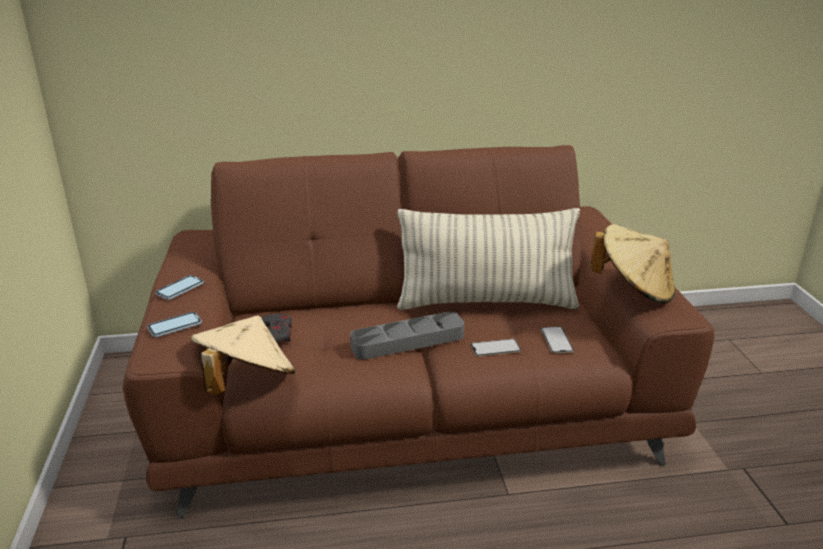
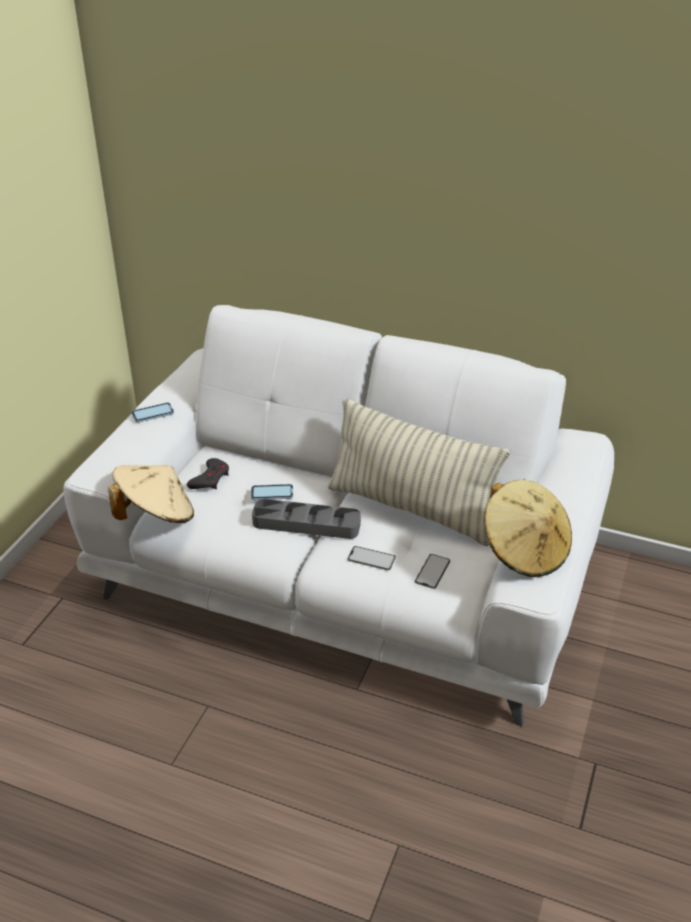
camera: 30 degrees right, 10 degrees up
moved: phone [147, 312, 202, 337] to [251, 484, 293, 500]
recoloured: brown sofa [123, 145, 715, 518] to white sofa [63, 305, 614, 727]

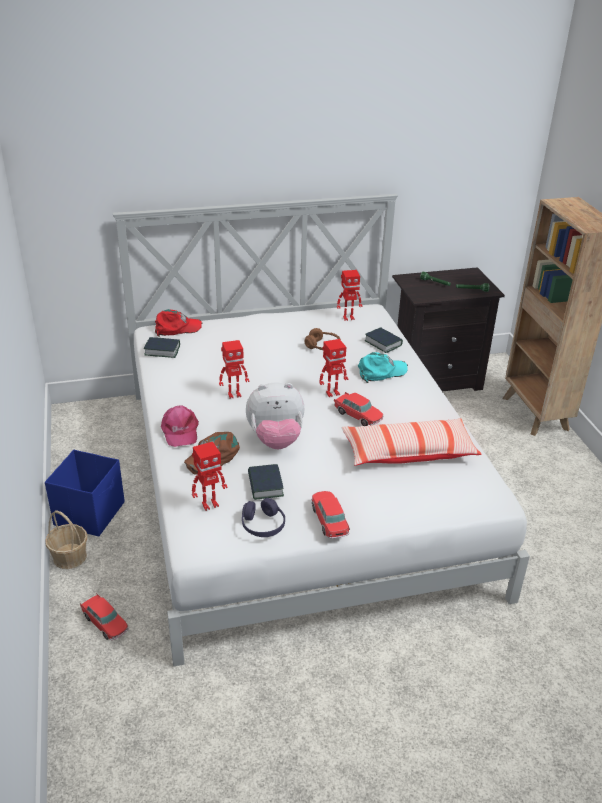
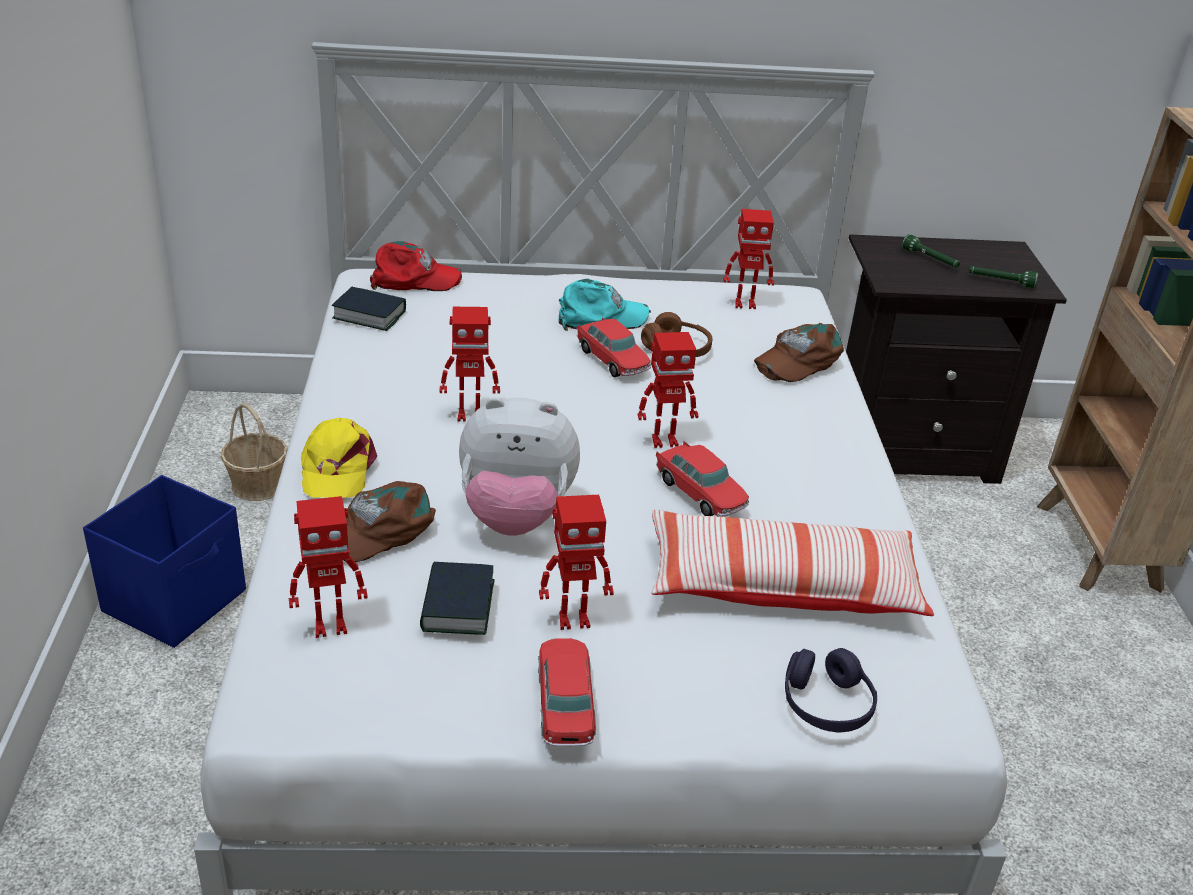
camera: 10 degrees right, 0 degrees up
added: toy robot [539, 495, 614, 630]
moved: basket [45, 510, 88, 569] to [221, 403, 288, 501]; toy car [80, 593, 129, 640] to [577, 318, 651, 377]; purple headphones [242, 498, 285, 537] to [785, 648, 877, 732]; turquoise cap [358, 352, 408, 383] to [558, 279, 651, 331]
replaced: book [364, 327, 403, 353] to brown cap [754, 323, 844, 382]
recoloured: pink cap [161, 406, 199, 447] to yellow cap [301, 418, 377, 498]

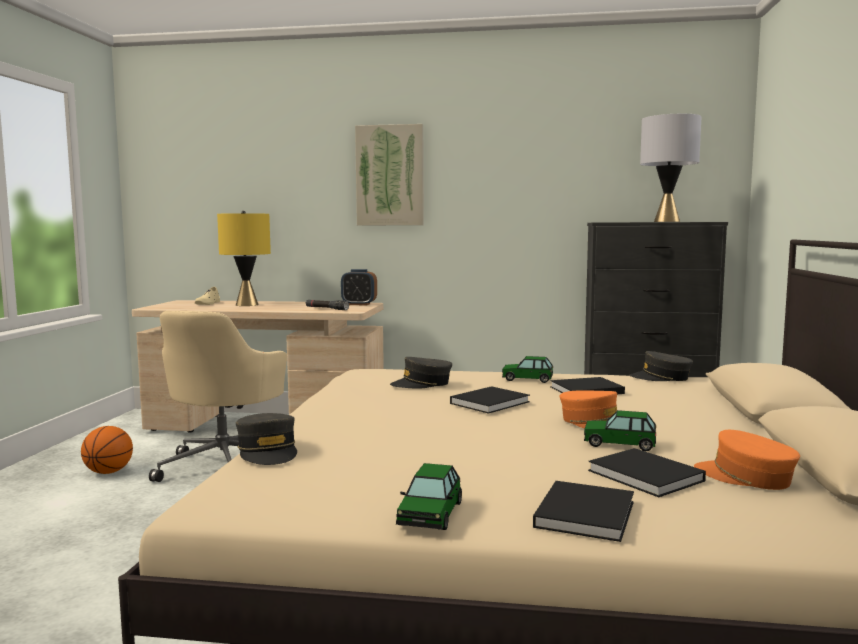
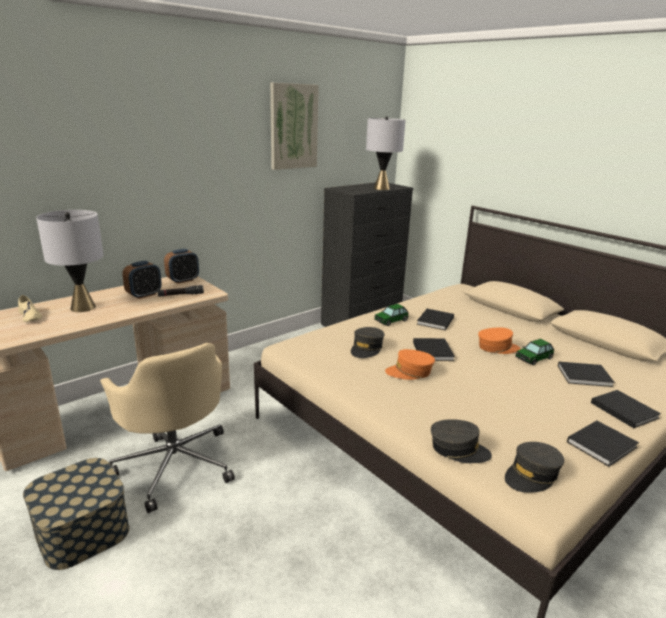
camera: 50 degrees left, 15 degrees up
added: alarm clock [122, 260, 162, 299]
moved: picture [355, 124, 424, 225] to [270, 83, 319, 170]; grey cap [630, 351, 693, 381] to [505, 442, 564, 493]; orange cap [694, 430, 800, 490] to [385, 349, 435, 380]
replaced: basketball [81, 426, 133, 474] to storage box [23, 458, 129, 570]; toy car [396, 463, 462, 530] to black book [567, 421, 639, 467]
recoloured: yellow table lamp [217, 211, 271, 306] to grey table lamp [36, 210, 104, 312]

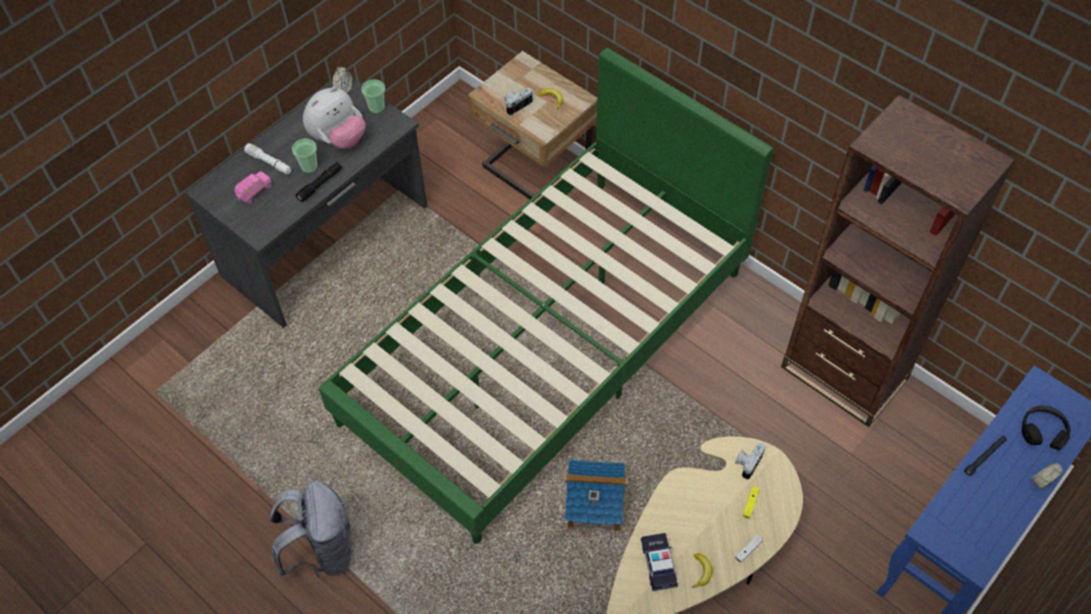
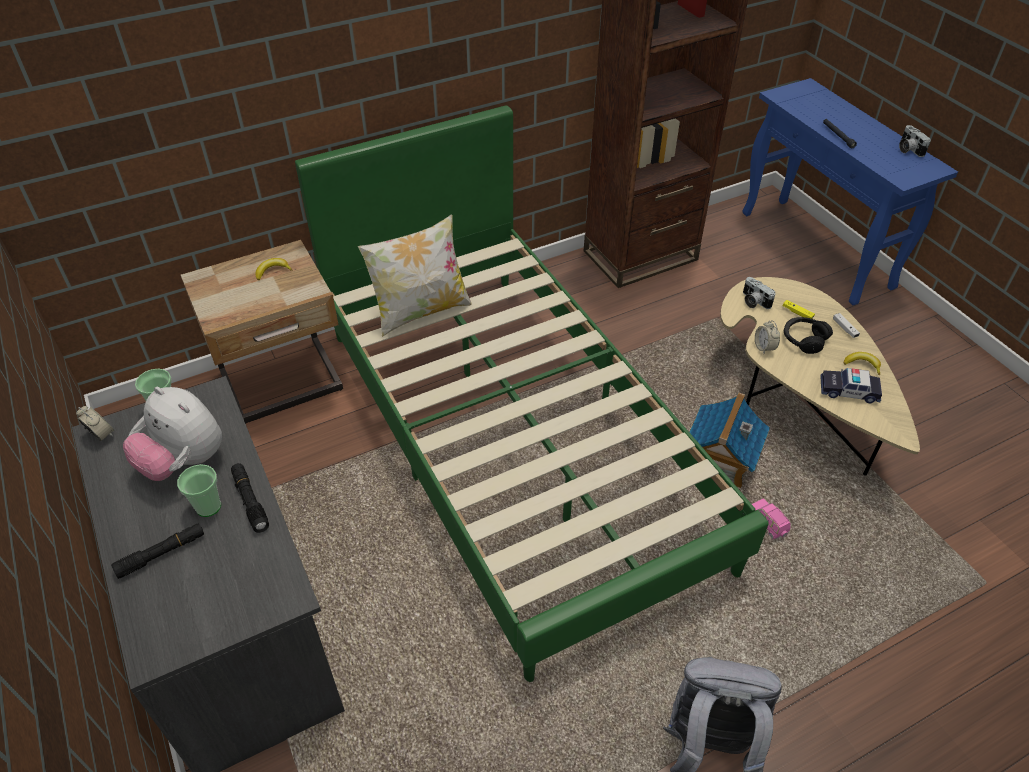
camera: 70 degrees left, 10 degrees down
added: pillow [358, 214, 472, 337]
moved: pink toy car [235, 171, 272, 204] to [752, 499, 791, 539]; photo camera [504, 88, 532, 115] to [899, 125, 931, 157]; black headphones [1022, 405, 1071, 451] to [784, 317, 833, 354]; alarm clock [1031, 463, 1063, 490] to [755, 320, 780, 354]
recoloured: white flashlight [244, 143, 291, 175] to black flashlight [111, 523, 204, 579]
turned: plush toy [303, 86, 366, 149] = [123, 387, 222, 481] 150 degrees clockwise

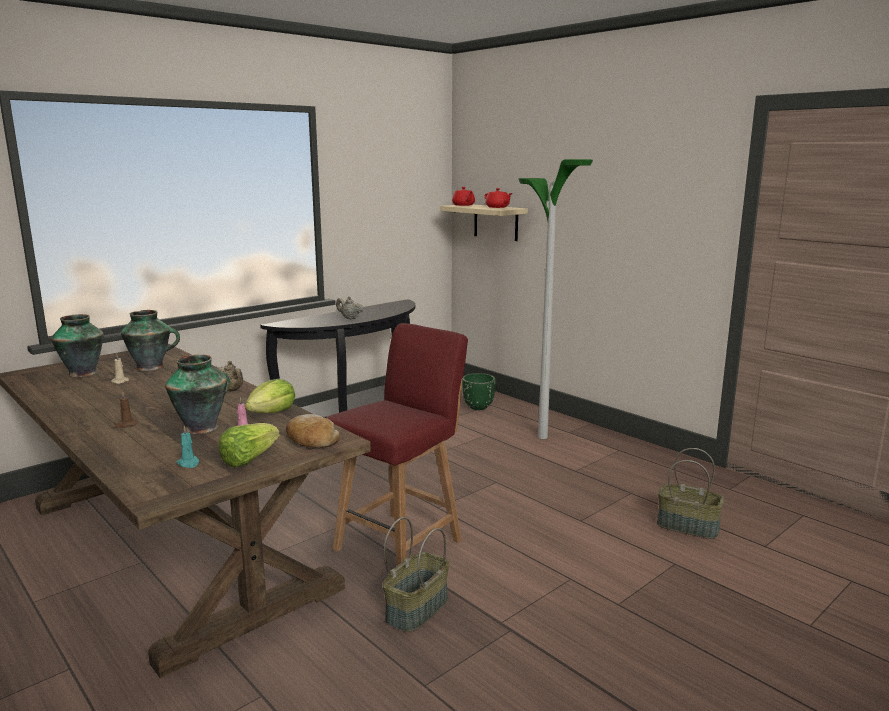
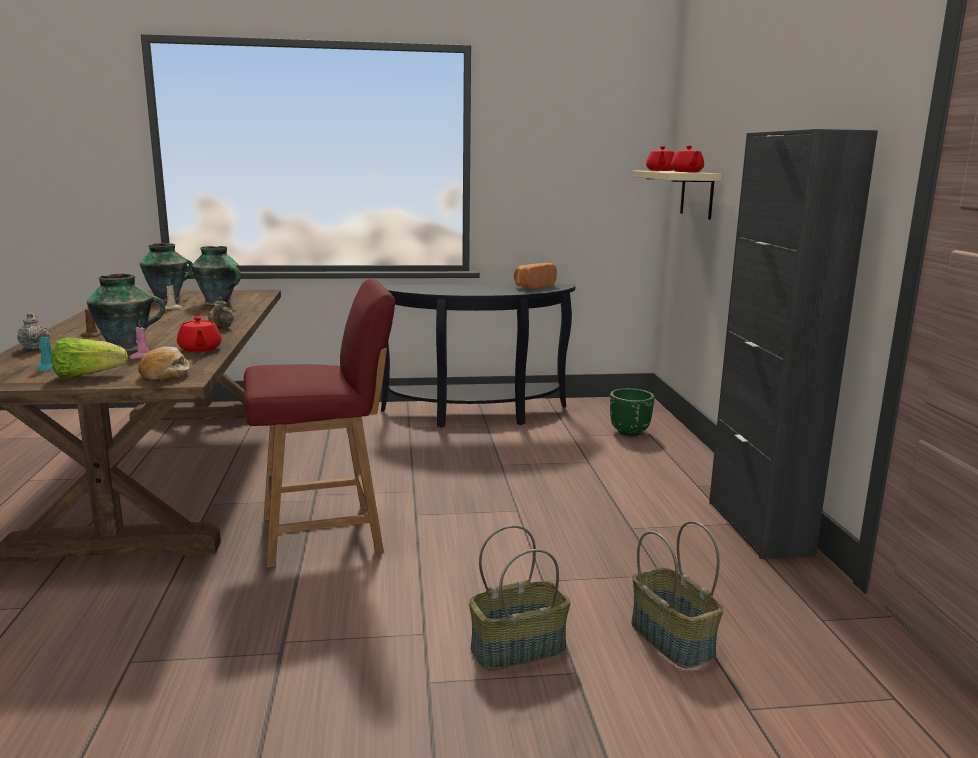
camera: 35 degrees right, 0 degrees up
removed: floor lamp [518, 159, 593, 439]
added: bread [514, 263, 557, 290]; black cabinet [709, 129, 878, 559]
moved: beige teapot [336, 296, 364, 319] to [17, 312, 50, 350]; basket [383, 517, 449, 632] to [469, 525, 571, 670]
replaced: lettuce [245, 379, 295, 413] to red teapot [177, 316, 222, 352]

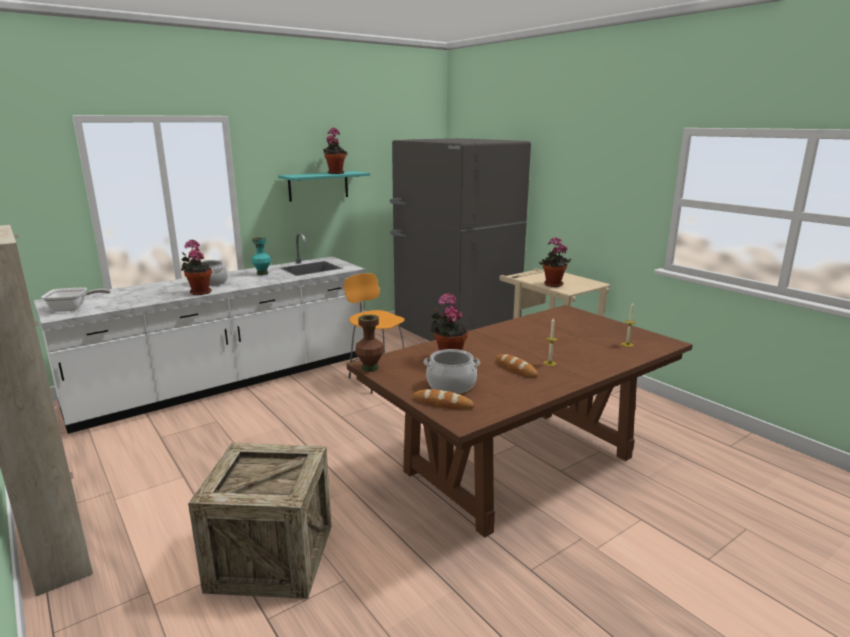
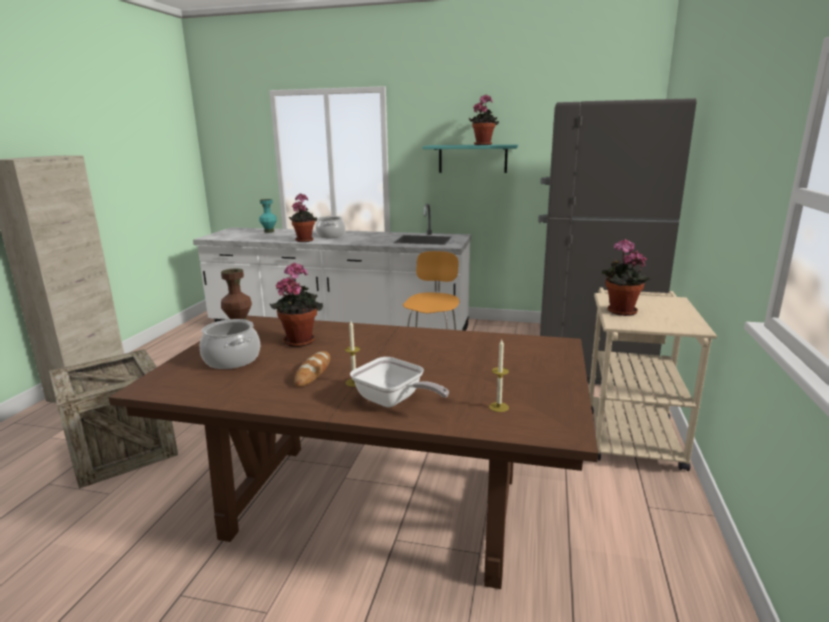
camera: 50 degrees right, 0 degrees up
removed: bread [413, 389, 475, 409]
moved: frying pan [42, 287, 111, 312] to [350, 357, 449, 407]; turquoise vase [252, 237, 271, 275] to [259, 199, 277, 233]

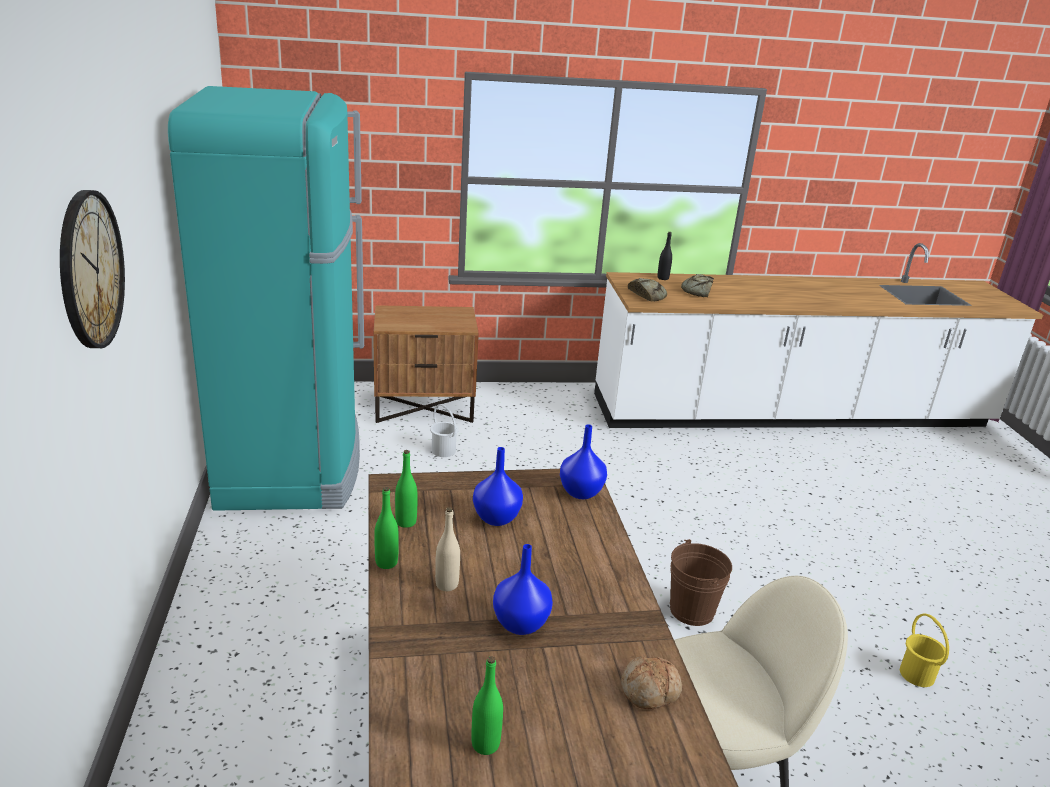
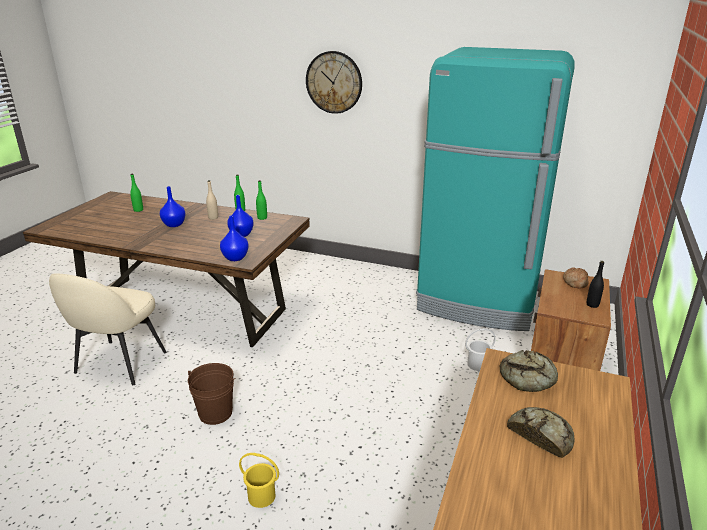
camera: 120 degrees right, 0 degrees up
moved: bread [621, 656, 682, 709] to [563, 267, 589, 288]; black bottle [657, 232, 672, 280] to [587, 261, 604, 308]; yellow bucket [900, 614, 949, 687] to [239, 453, 279, 508]

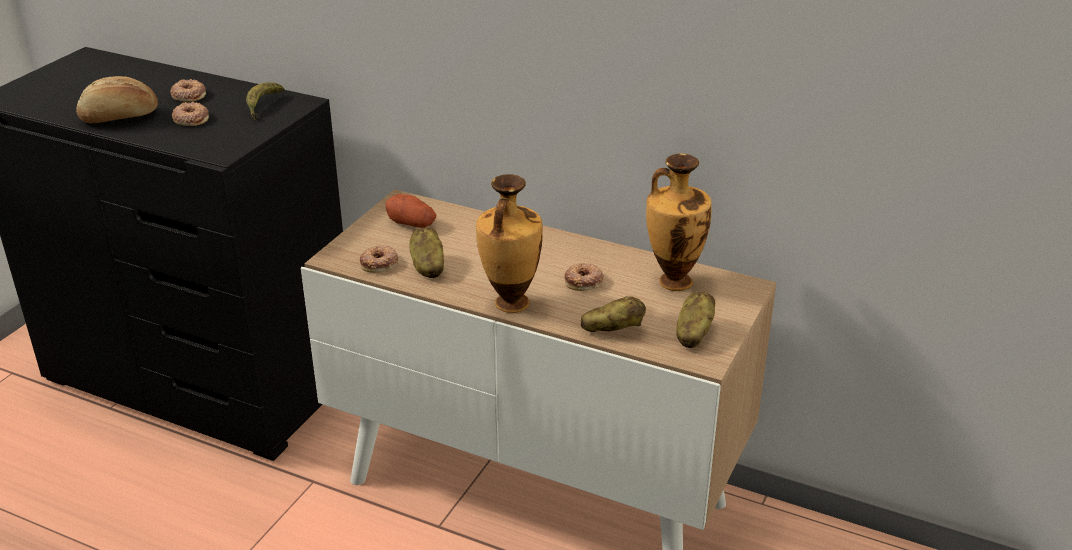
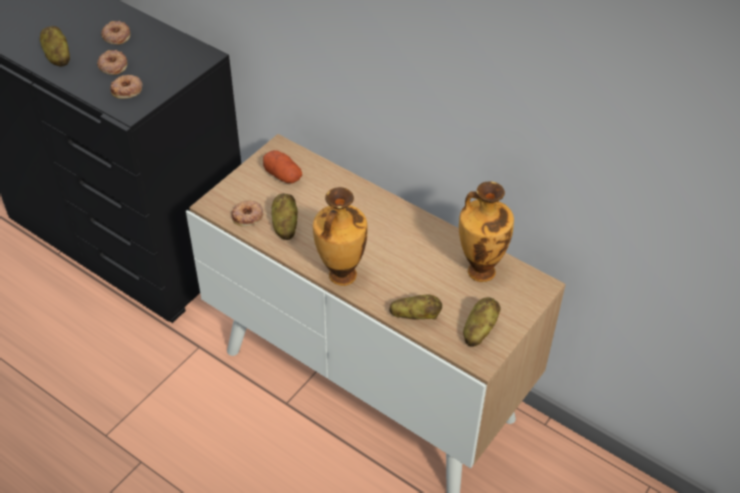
camera: 10 degrees right, 15 degrees up
removed: banana [246, 82, 284, 120]
moved: donut [564, 263, 604, 291] to [110, 75, 142, 99]
replaced: bread [76, 76, 158, 123] to potato [40, 26, 70, 67]

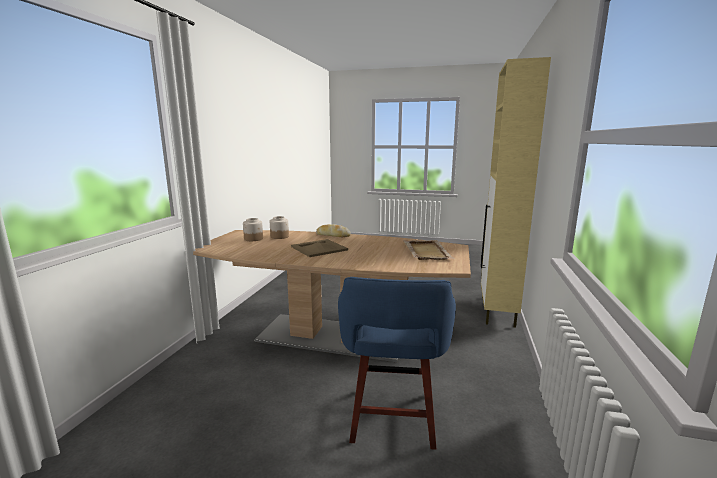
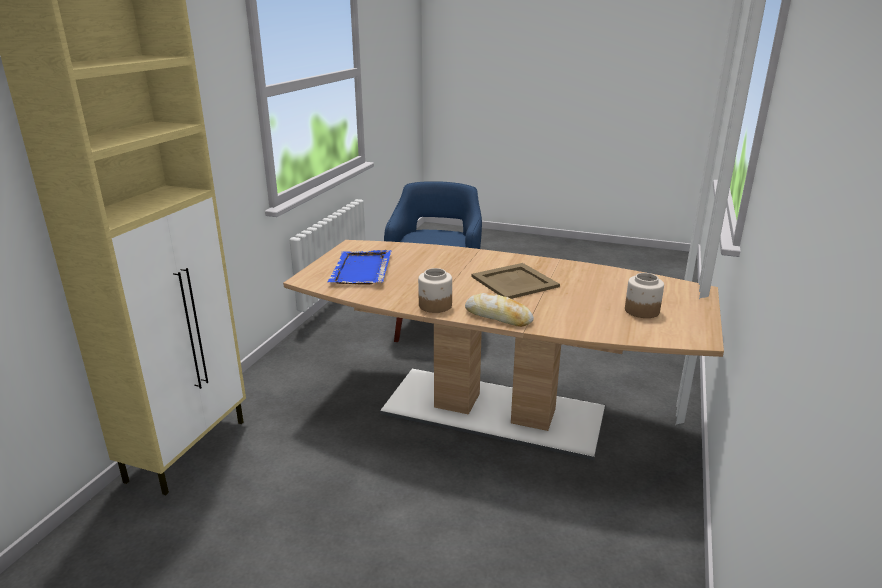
camera: 175 degrees left, 10 degrees up
moved: jar [270, 216, 289, 239] to [418, 268, 452, 313]
recoloured: beige tray [403, 240, 455, 260] to blue tray [327, 250, 392, 285]

